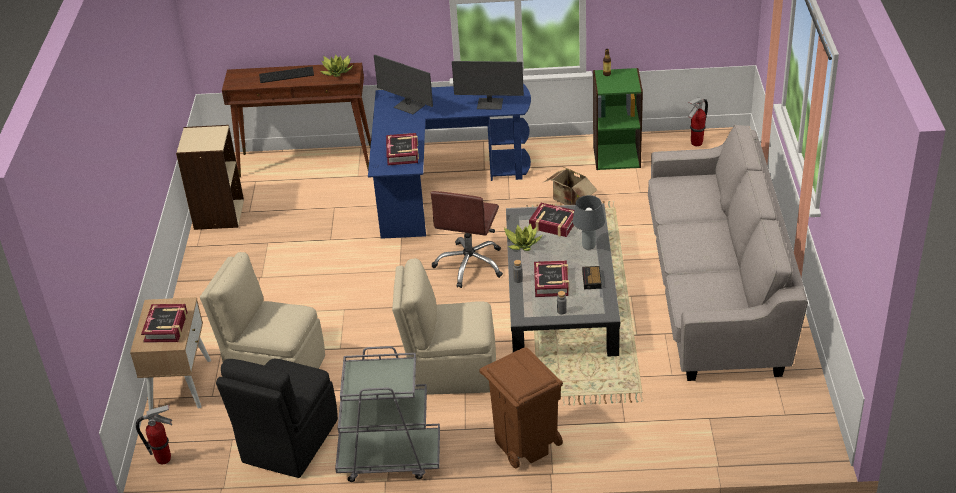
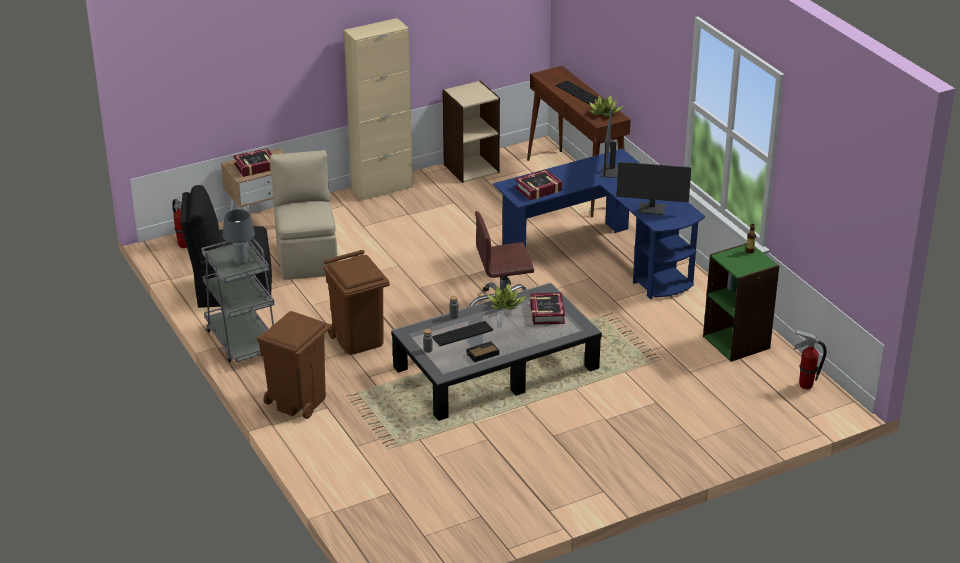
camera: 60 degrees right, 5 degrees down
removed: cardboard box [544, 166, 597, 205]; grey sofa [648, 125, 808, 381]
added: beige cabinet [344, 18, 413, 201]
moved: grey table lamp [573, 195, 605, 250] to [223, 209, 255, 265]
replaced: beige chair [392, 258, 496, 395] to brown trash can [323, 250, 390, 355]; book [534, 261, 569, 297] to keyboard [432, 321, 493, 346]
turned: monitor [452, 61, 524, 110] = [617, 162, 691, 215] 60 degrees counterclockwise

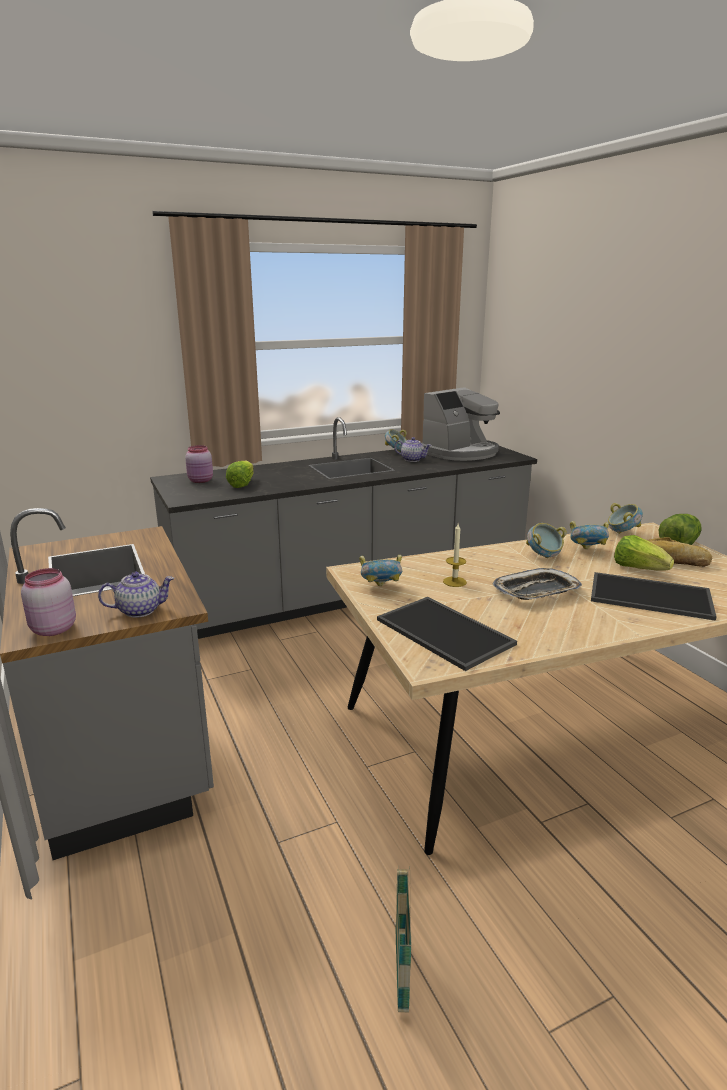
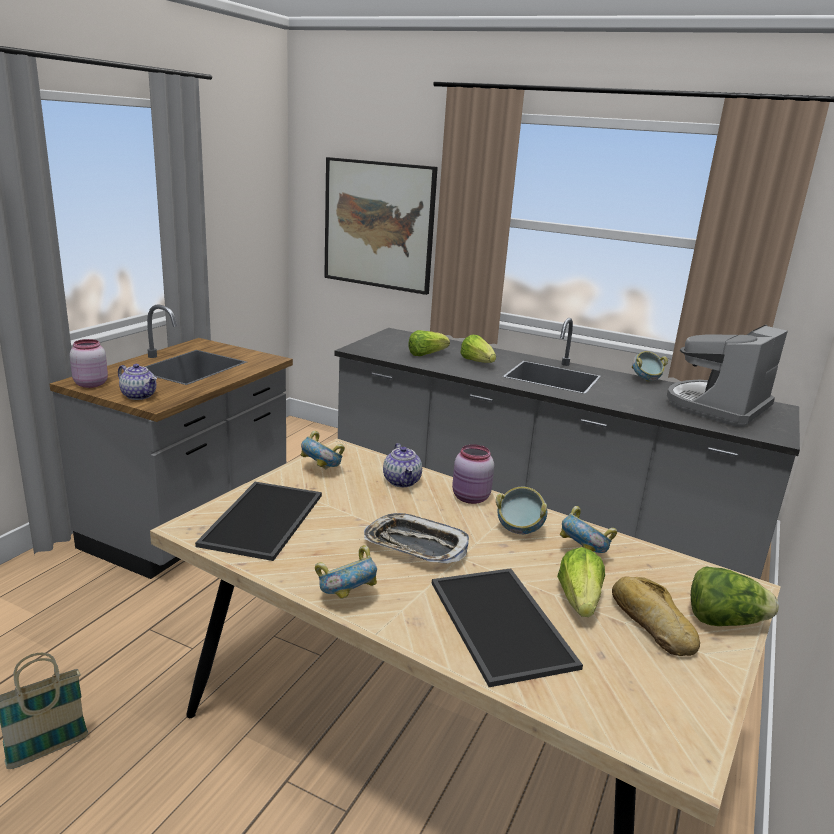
camera: 50 degrees right, 0 degrees up
removed: candle [443, 524, 467, 587]
added: picture [324, 157, 438, 295]; lettuce [460, 335, 496, 363]
moved: pink jar [185, 445, 213, 483] to [452, 444, 494, 504]; teapot [395, 437, 431, 462] to [383, 443, 422, 487]; bowl [608, 503, 643, 534] to [315, 545, 377, 599]
turned: coffee machine [421, 387, 500, 461] = [667, 325, 788, 427] 120 degrees clockwise

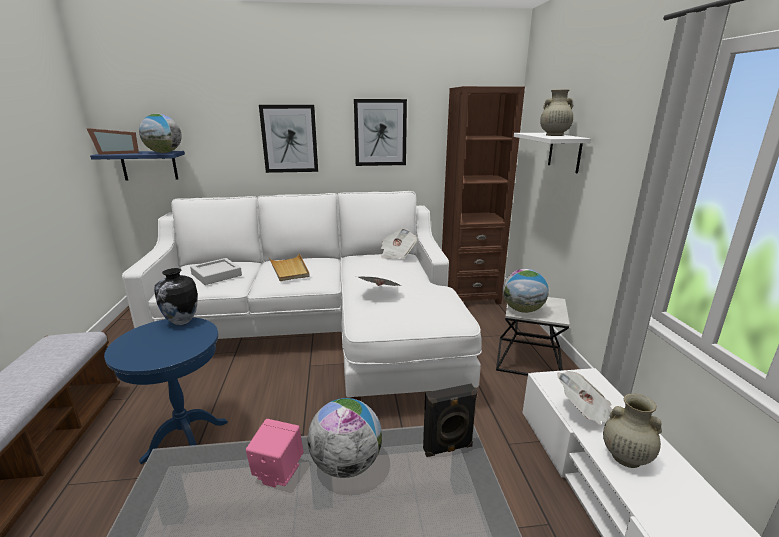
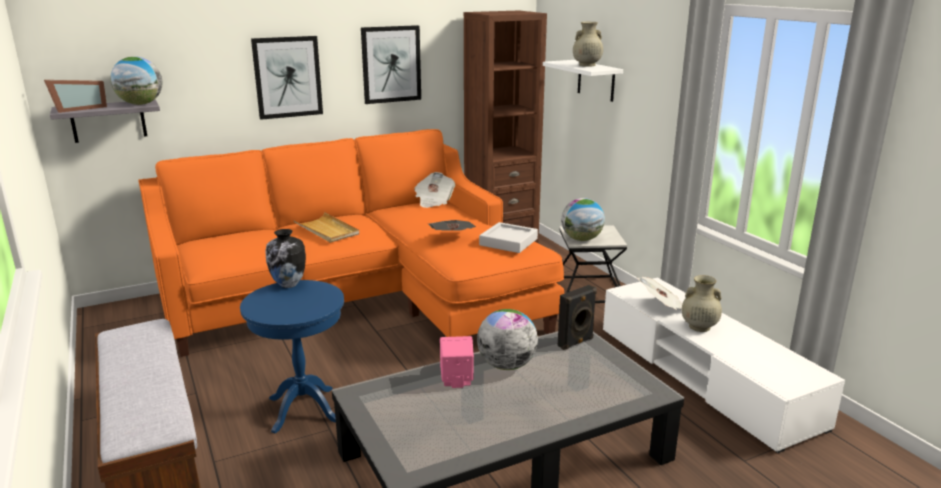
camera: 20 degrees left, 0 degrees up
moved: grey tray [190, 258, 242, 285] to [479, 222, 538, 253]
recoloured: blue shelf [90, 151, 185, 180] to grey shelf [50, 99, 160, 143]; white sofa [122, 191, 482, 401] to orange sofa [138, 129, 564, 357]

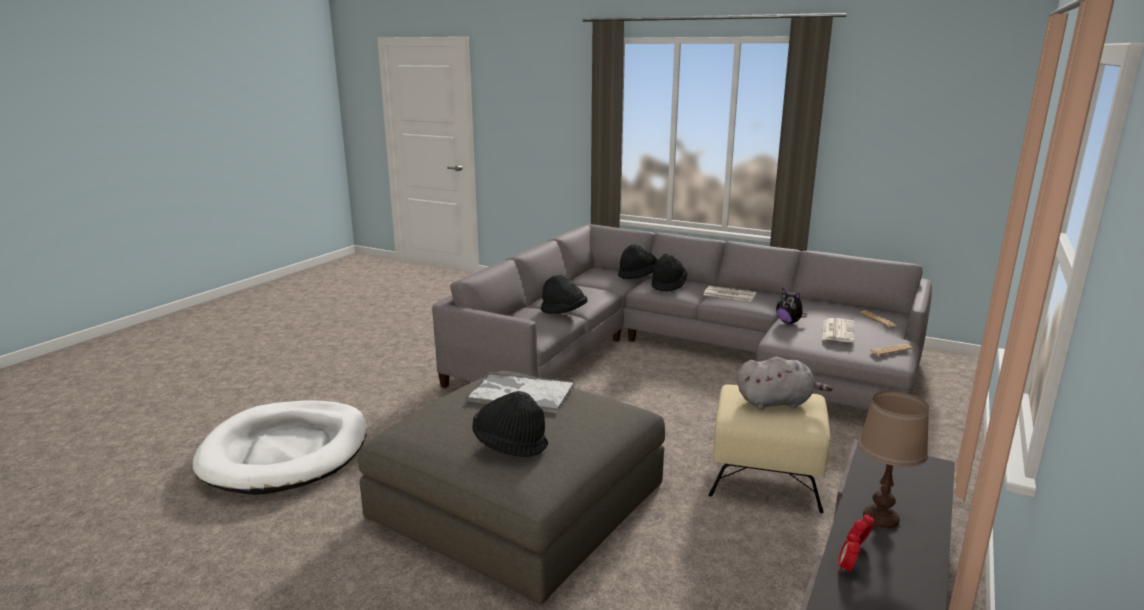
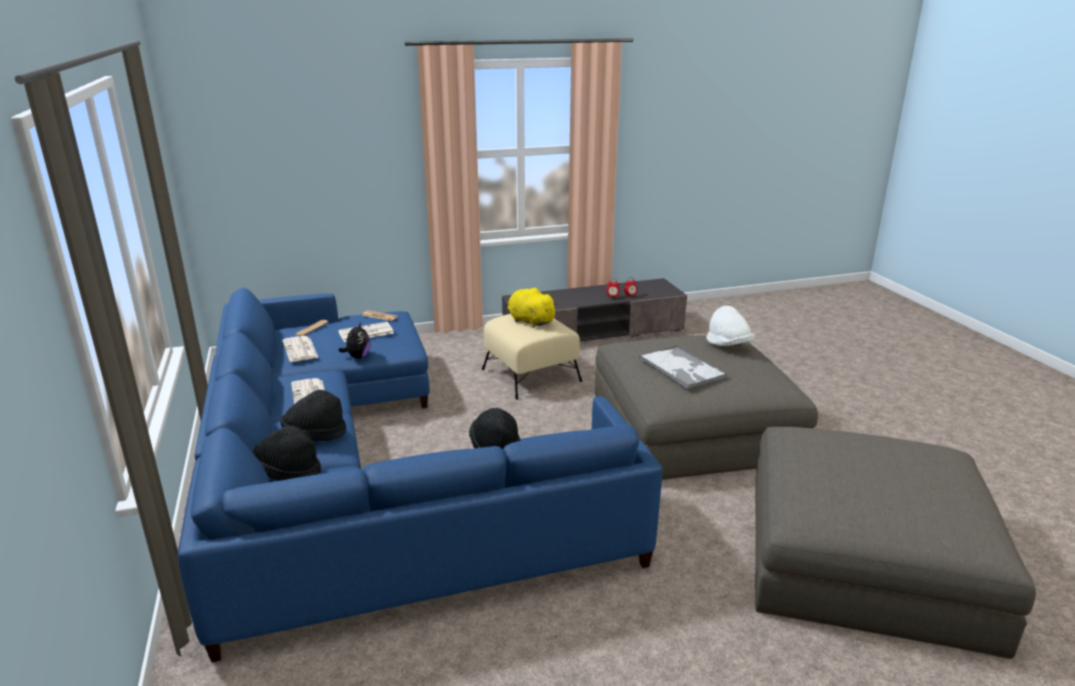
camera: 135 degrees left, 5 degrees up
removed: brown table lamp [858, 391, 929, 529]
added: newspaper [282, 336, 318, 362]
replaced: white dog bed [193, 400, 367, 495] to grey ottoman [755, 427, 1036, 659]
recoloured: grey sofa [432, 224, 932, 410] to blue sofa [178, 288, 663, 662]; black hat [472, 391, 548, 457] to white hat [706, 306, 754, 346]; grey plush toy [737, 357, 833, 410] to yellow plush toy [508, 288, 558, 328]

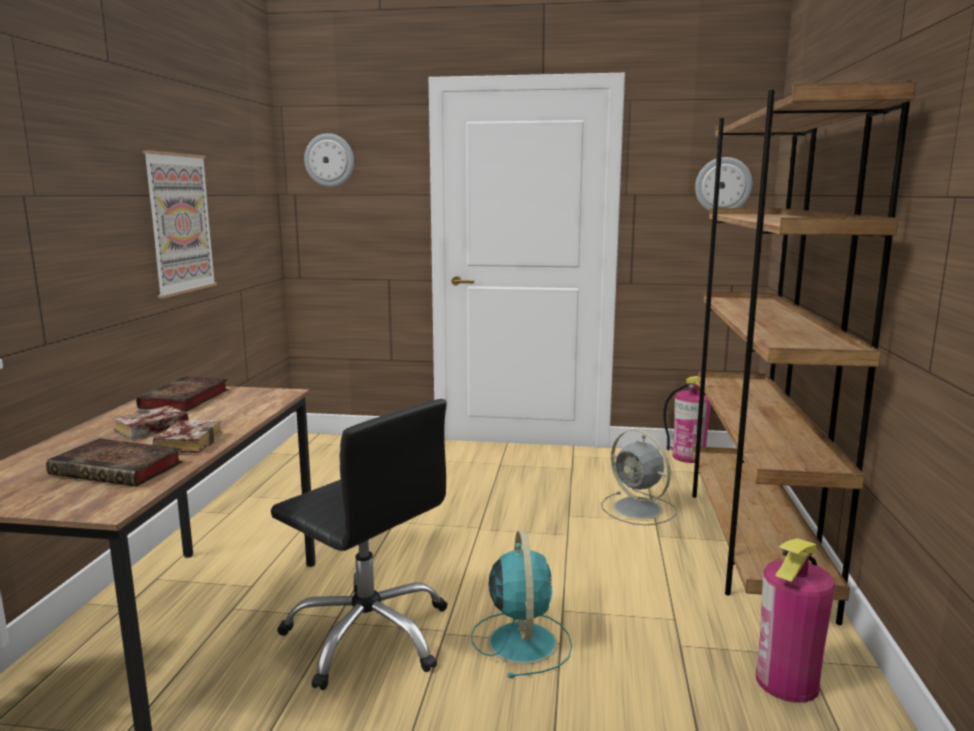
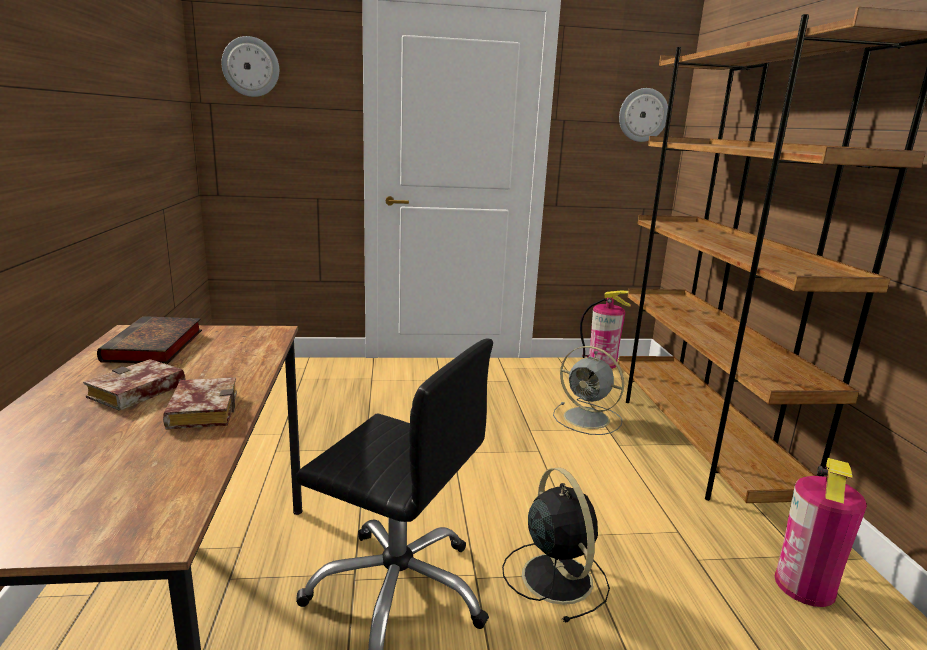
camera: 15 degrees left, 5 degrees up
removed: book [46, 438, 183, 487]; picture [142, 150, 217, 298]
recoloured: turquoise fan [471, 530, 572, 678] to black fan [502, 467, 610, 623]

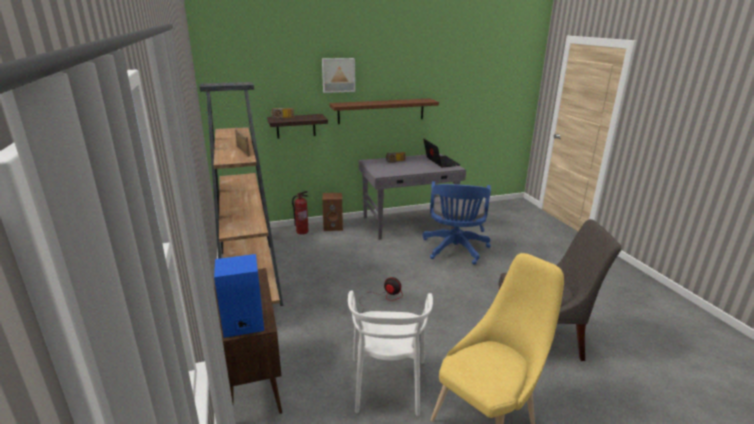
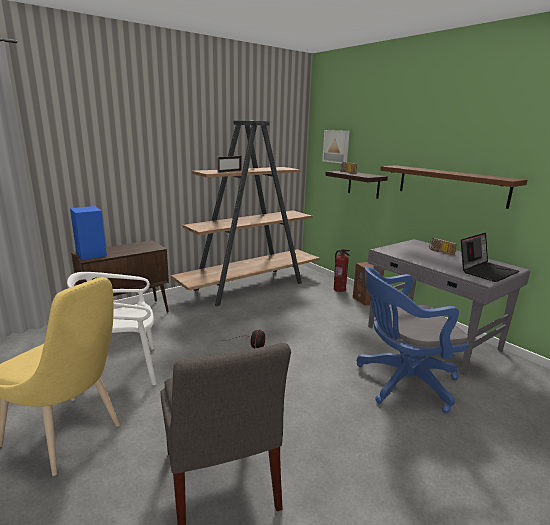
camera: 70 degrees right, 5 degrees down
moved: picture [322, 58, 355, 93] to [322, 130, 350, 164]

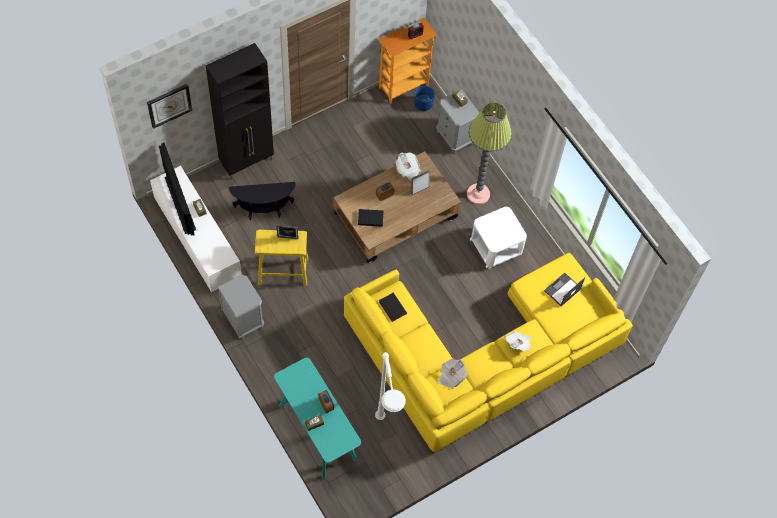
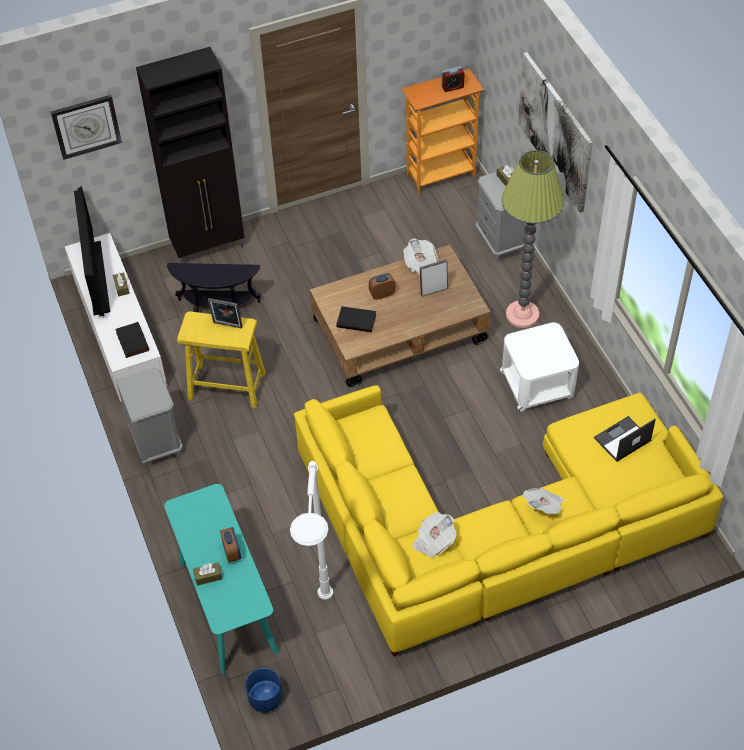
camera: 15 degrees right, 10 degrees down
added: picture [518, 52, 593, 213]
moved: black book [379, 293, 407, 322] to [115, 322, 149, 358]; blue planter [414, 86, 435, 111] to [245, 668, 283, 713]

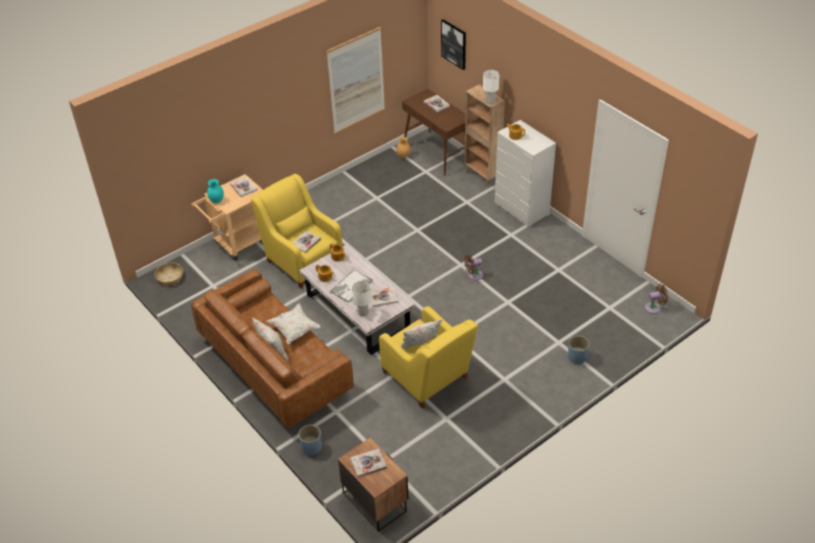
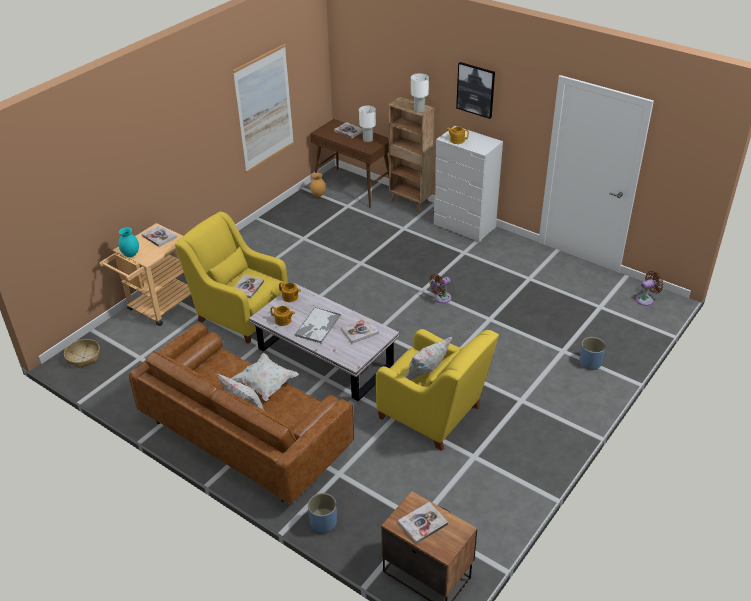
camera: 15 degrees left, 5 degrees down
moved: white table lamp [352, 281, 371, 316] to [359, 106, 376, 142]; picture [441, 19, 466, 70] to [456, 62, 495, 119]

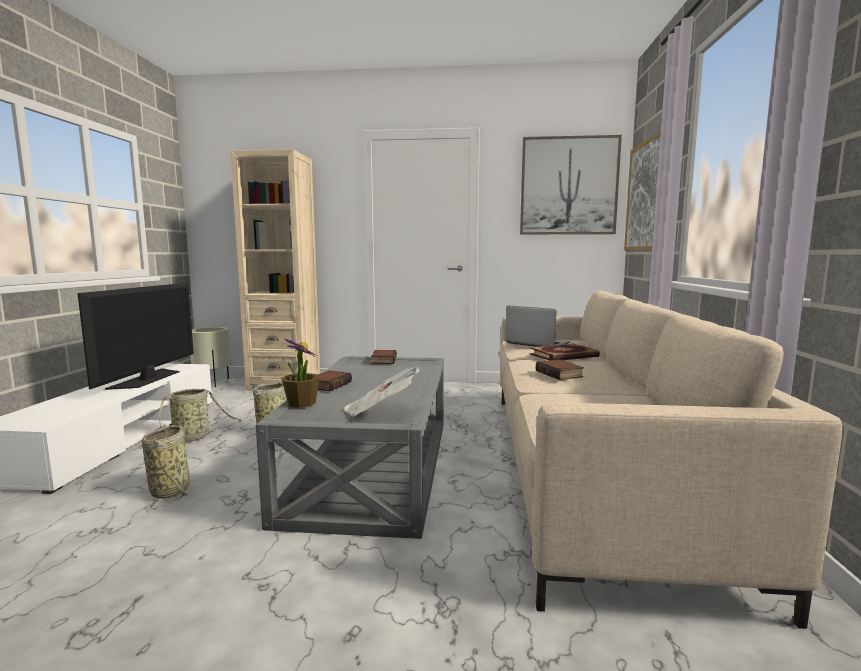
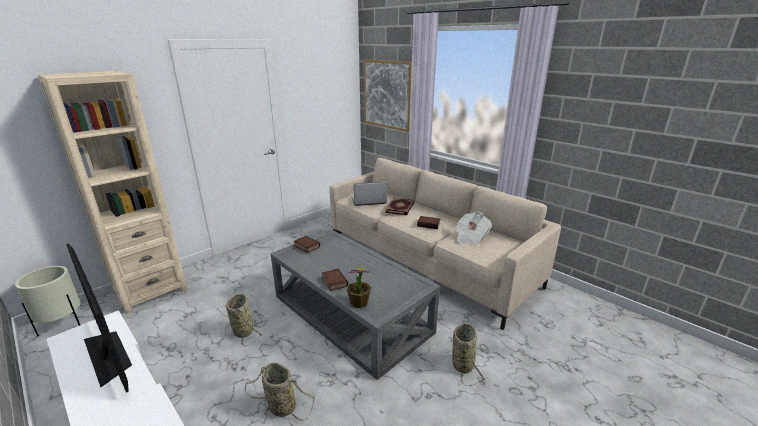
camera: 50 degrees left, 15 degrees up
removed: picture [520, 135, 622, 234]
moved: basket [159, 389, 242, 442] to [452, 323, 485, 386]; newspaper [344, 367, 420, 417] to [456, 212, 492, 244]

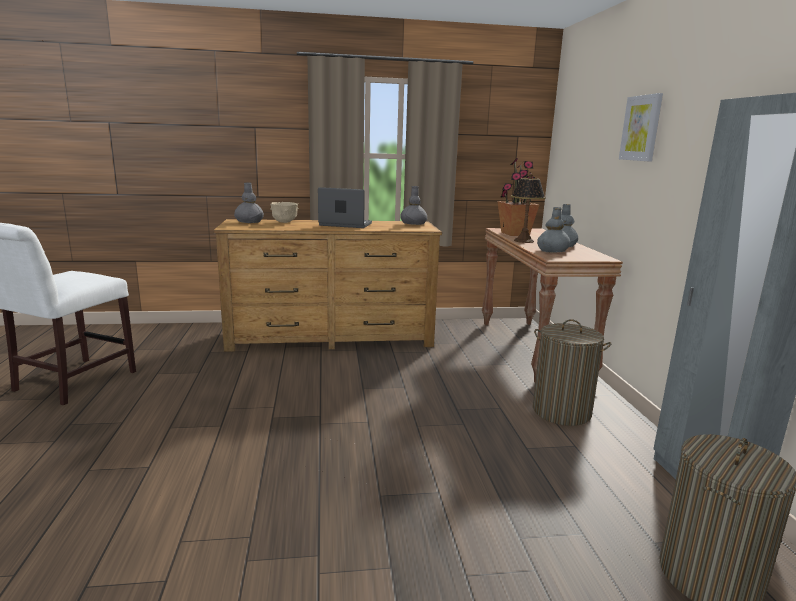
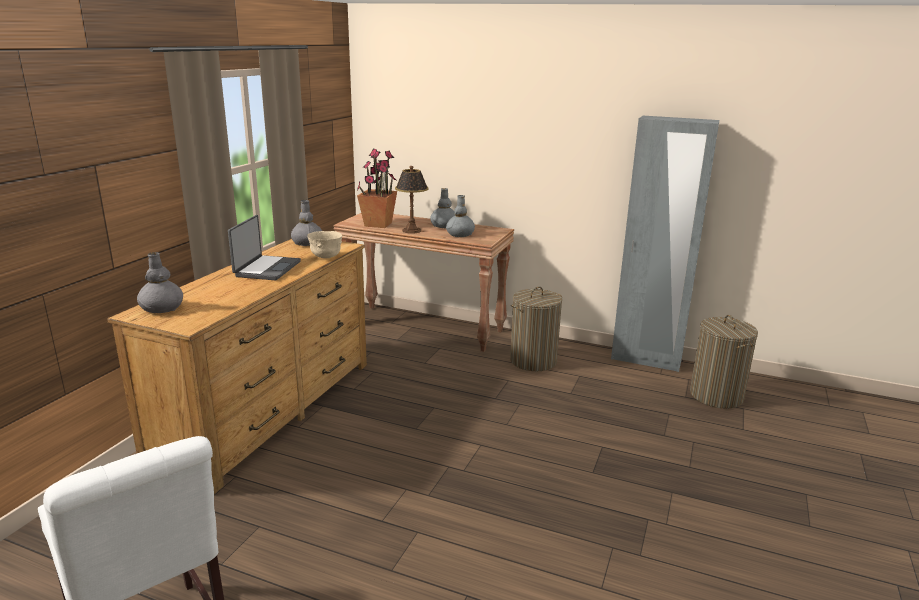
camera: 60 degrees left, 5 degrees up
removed: picture [619, 93, 663, 162]
moved: beige bowl [270, 202, 299, 223] to [307, 231, 342, 258]
turned: laptop [318, 187, 372, 228] = [228, 215, 301, 280] 150 degrees clockwise

